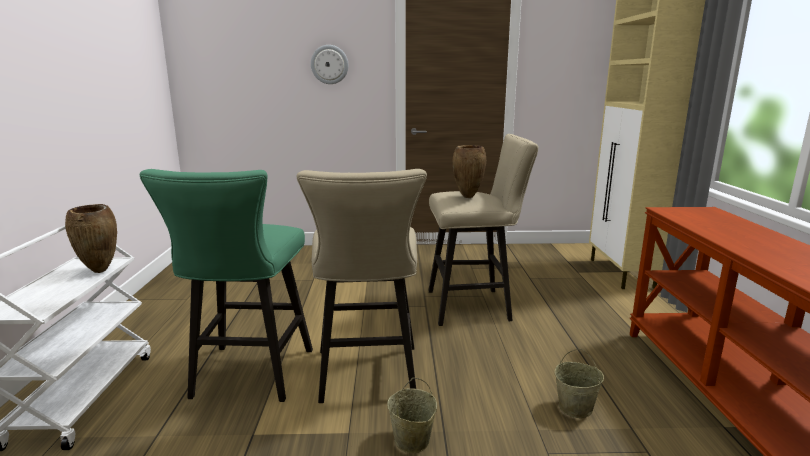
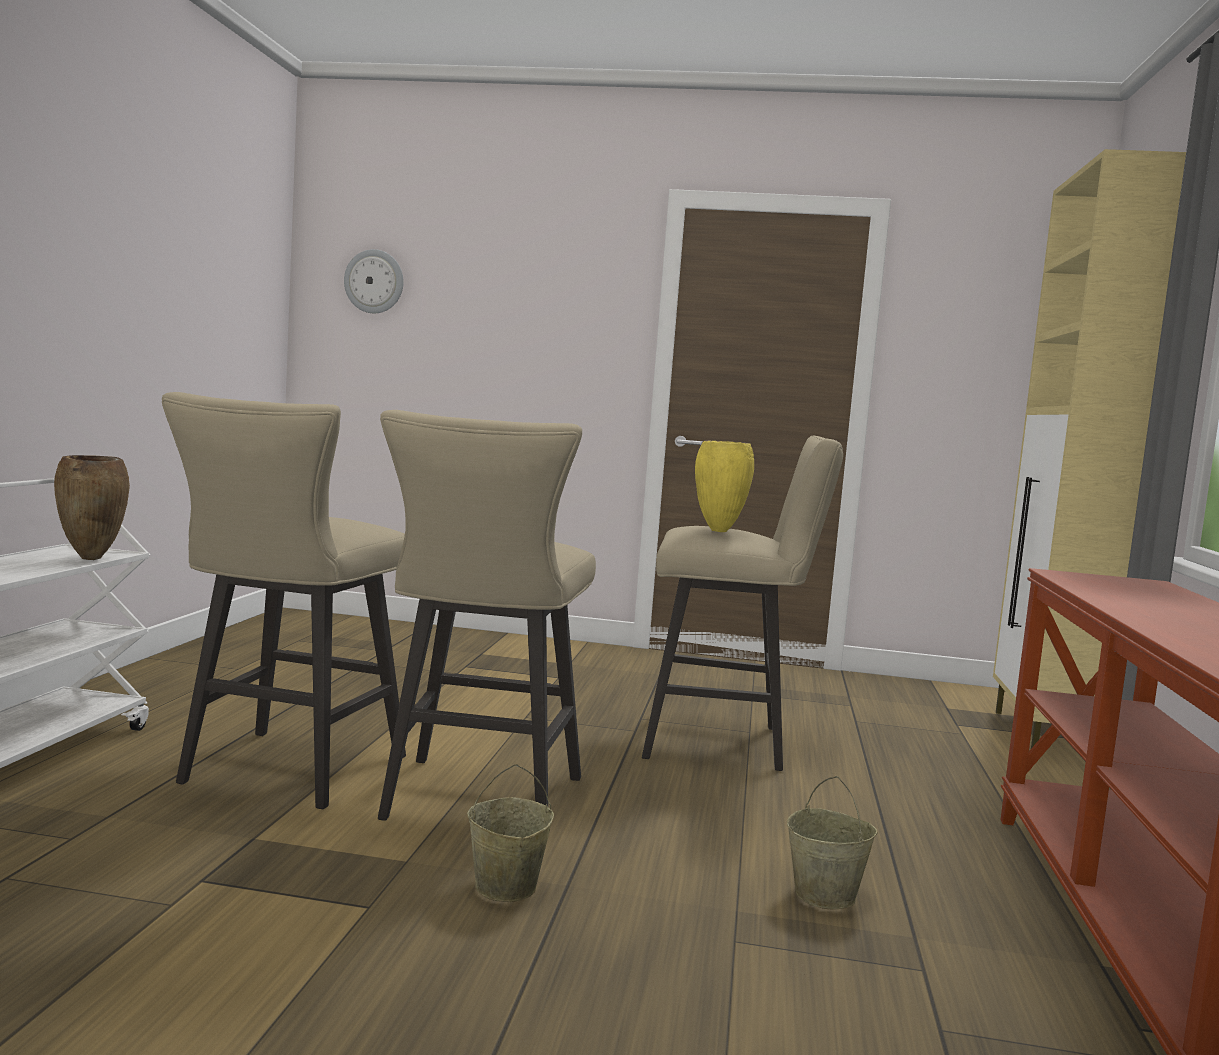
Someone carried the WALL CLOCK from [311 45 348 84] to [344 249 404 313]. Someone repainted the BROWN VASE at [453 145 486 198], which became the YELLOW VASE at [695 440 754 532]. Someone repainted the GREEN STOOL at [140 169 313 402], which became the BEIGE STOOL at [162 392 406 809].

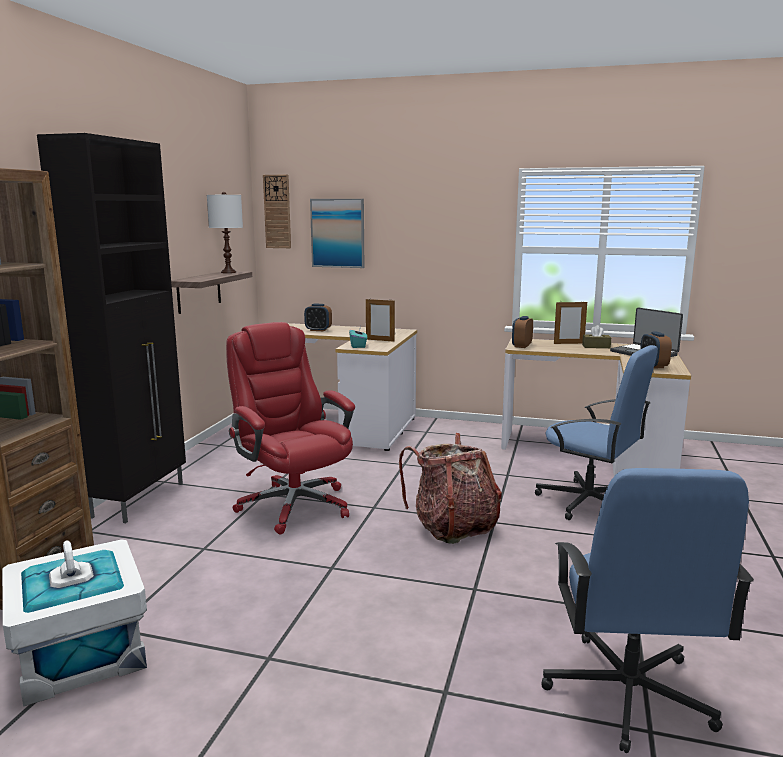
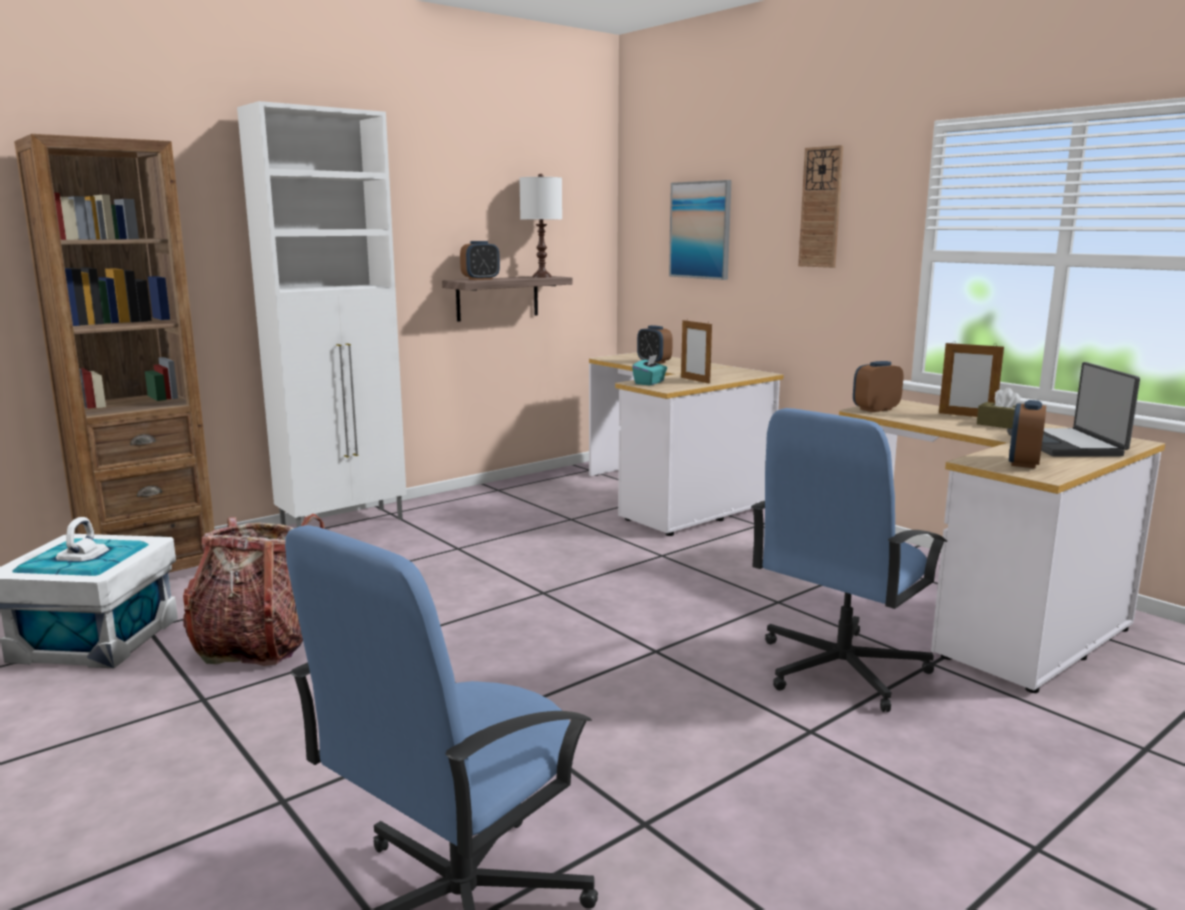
Someone repainted the BLACK CABINET at [37 133 186 523], which became the WHITE CABINET at [237 101 407 527]. Someone carried the WALL CLOCK from [263 174 291 248] to [798 145 843 268]. Someone took away the RED OFFICE CHAIR at [226 322 355 535]. Someone rotated the BLUE OFFICE CHAIR at [535 345 658 520] by 60 degrees clockwise. Someone carried the BACKPACK from [399 433 502 544] to [183 514 325 666]. Someone put down the ALARM CLOCK at [460 241 500 280].

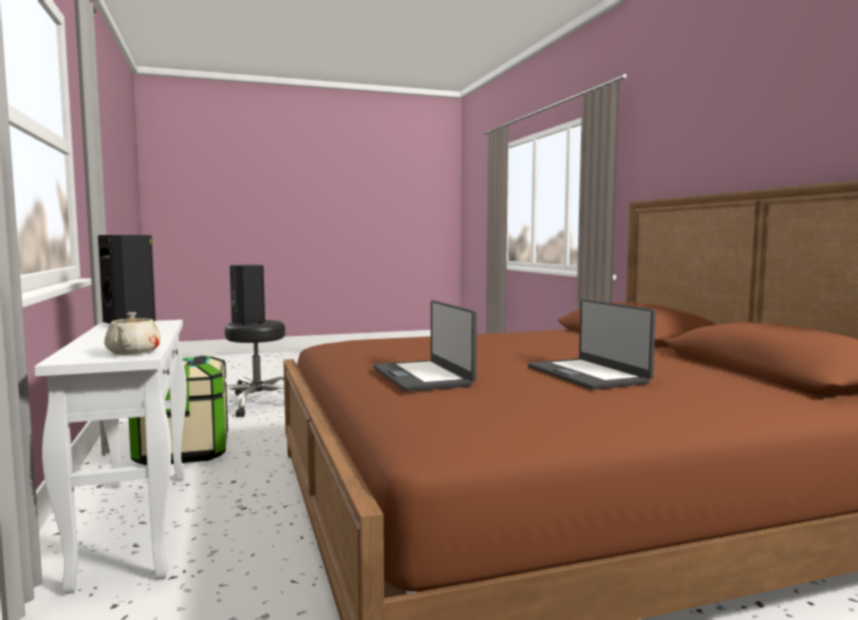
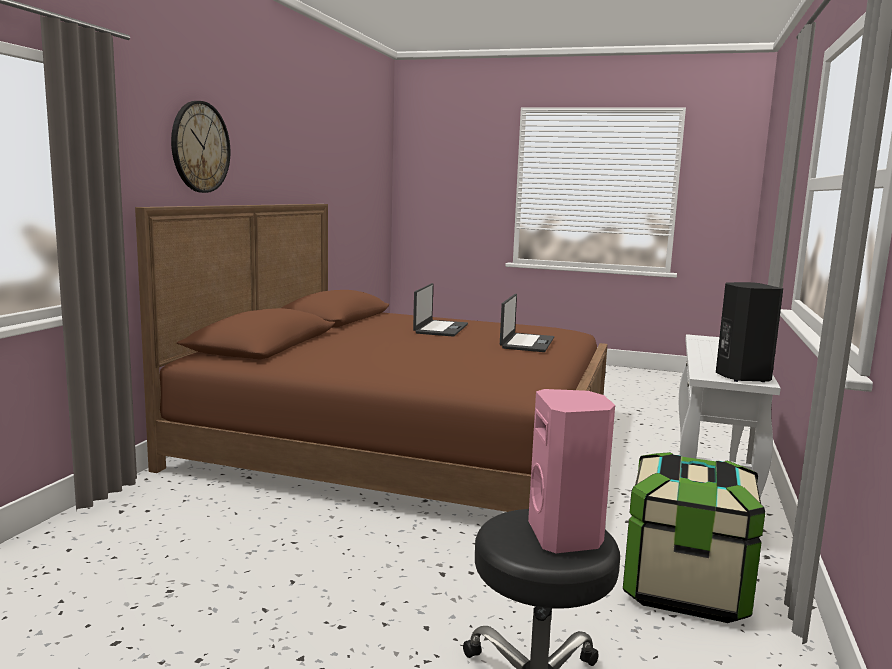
Someone repainted the BLACK SPEAKER at [230 265 265 325], which became the PINK SPEAKER at [528 389 615 553]. Someone took away the BEIGE TEAPOT at [104 312 161 355]. Someone put up the WALL CLOCK at [171 101 230 193].

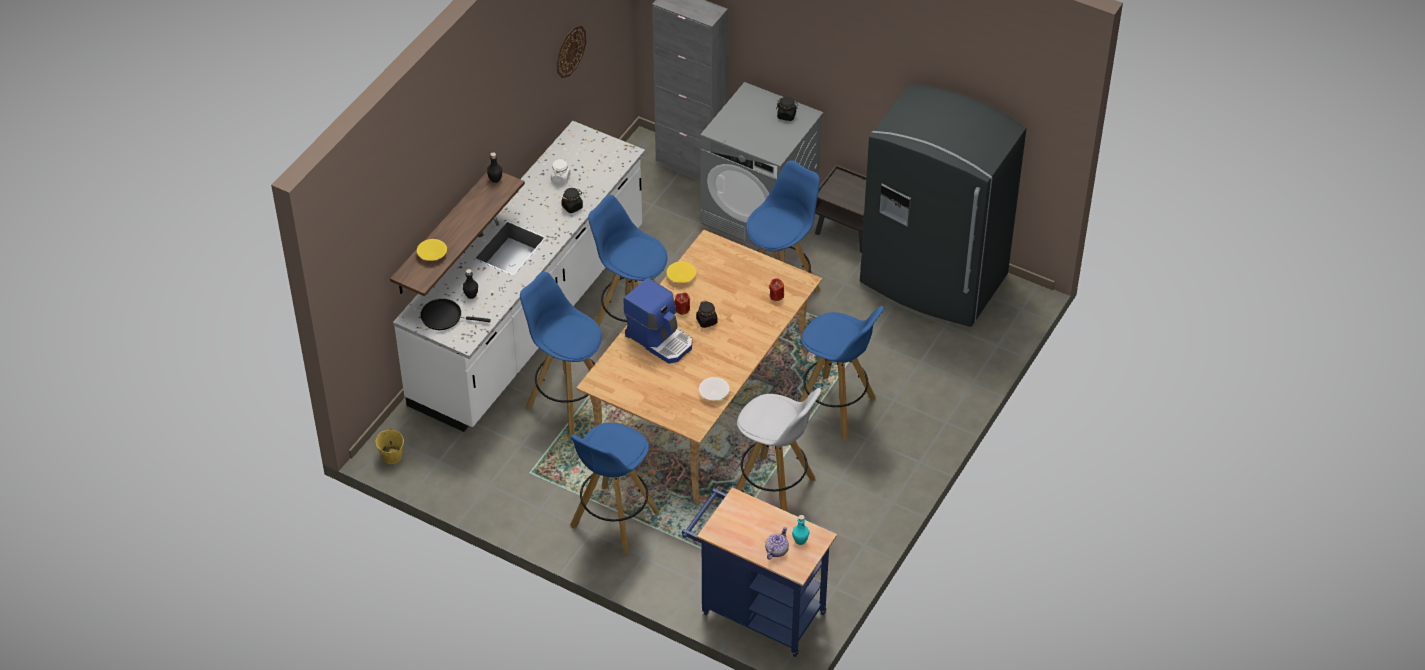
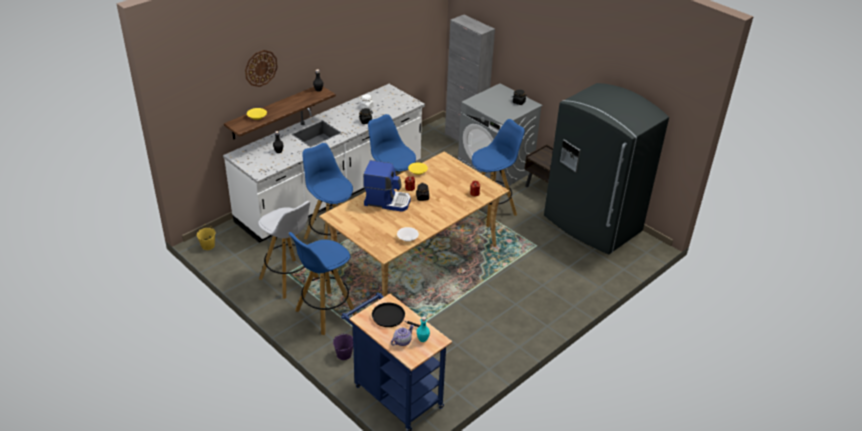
Someone carried the WALL CLOCK from [557 26 586 78] to [245 50 278 87]. Someone rotated the COFFEE MACHINE at [623 277 692 364] by 45 degrees counterclockwise. Someone carried the BLACK FRYING PAN from [420 299 491 330] to [372 303 421 328]. Someone took away the BLUE STOOL at [799 306 884 440]. Someone carried the WHITE STOOL from [735 388 821 512] to [258 201 319 299]. Someone put down the PURPLE BUCKET at [333 333 353 360].

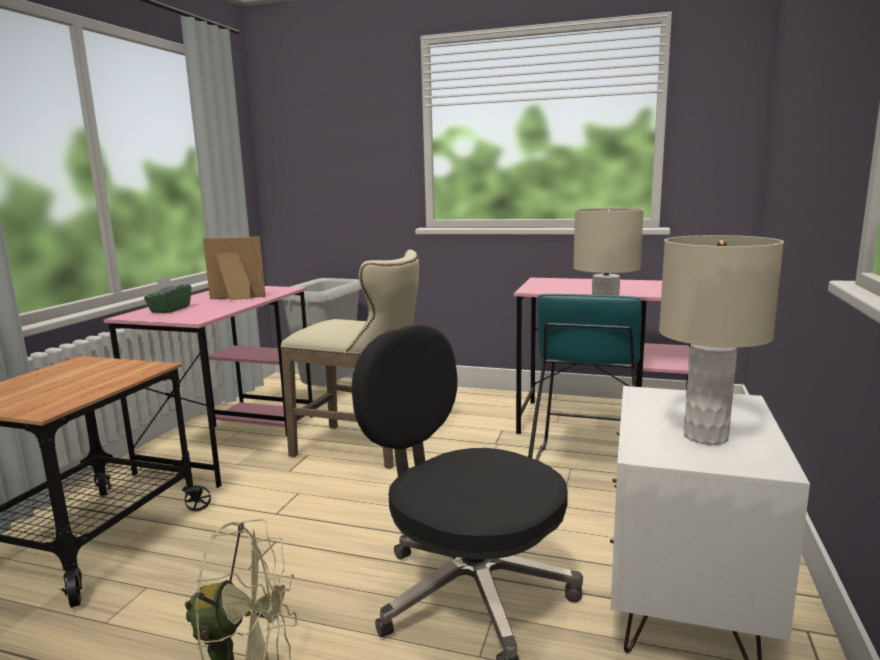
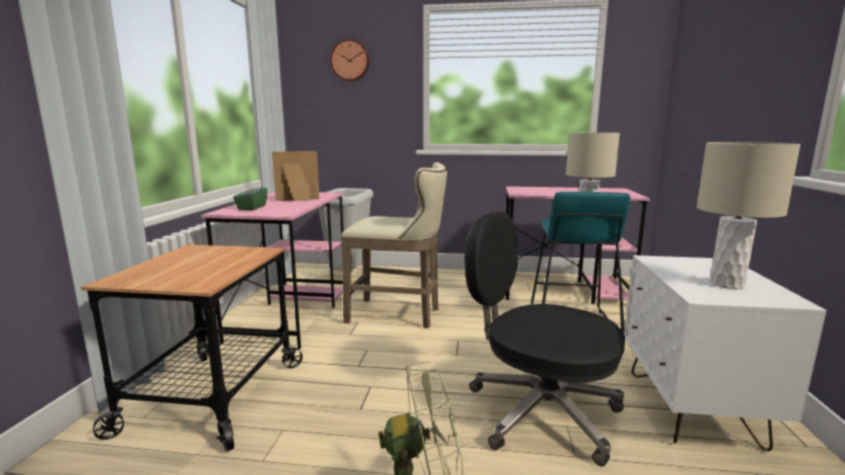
Someone put up the WALL CLOCK at [330 39 370 81].

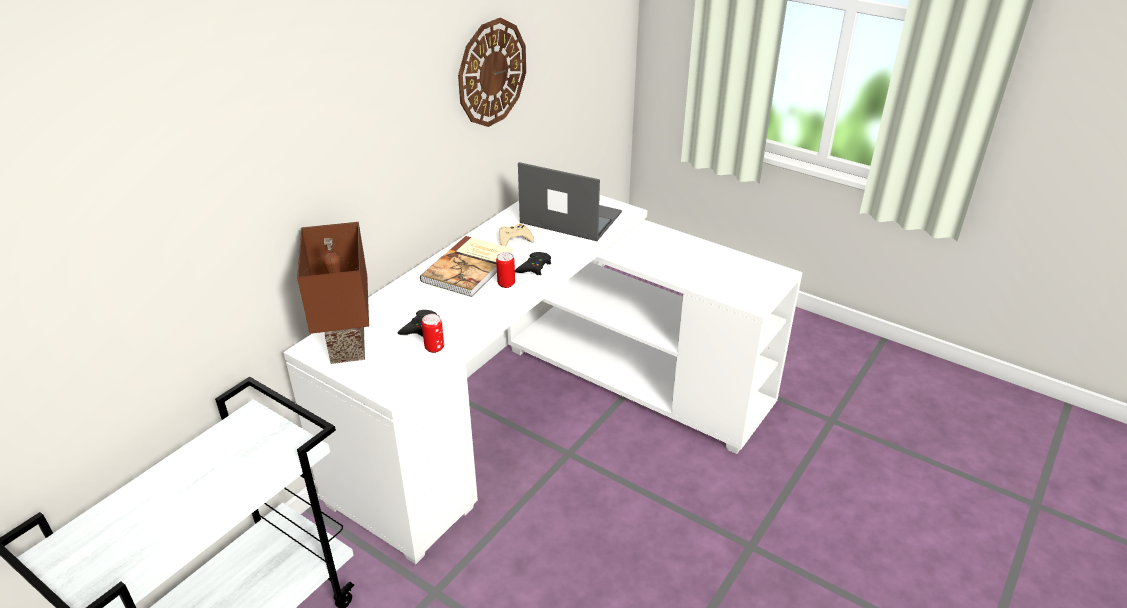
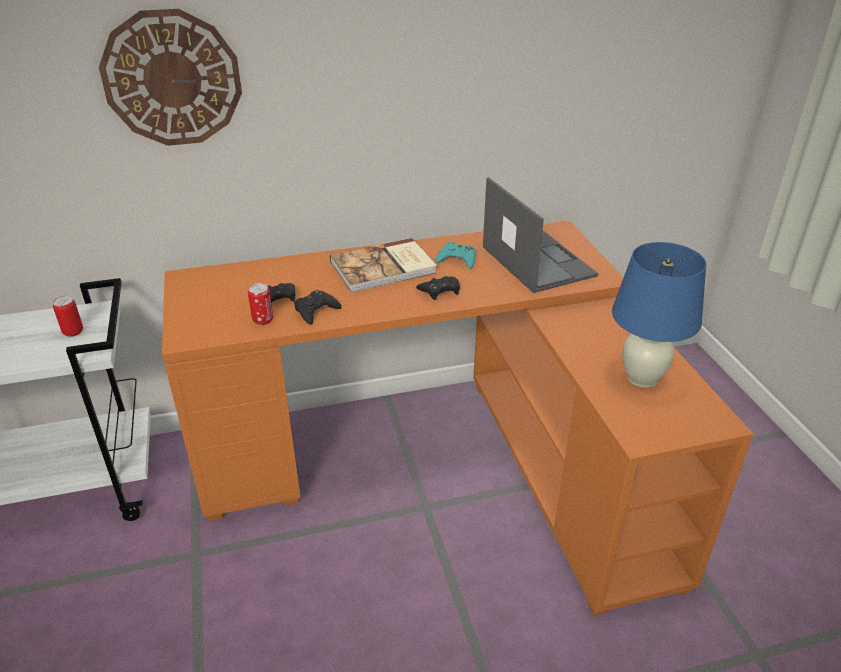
Someone carried the WALL CLOCK from [458 18 526 127] to [99 9 242 146]. Someone repainted the WHITE DESK at [283 195 803 564], which became the ORANGE DESK at [162 221 754 616]. Someone took away the BROWN TABLE LAMP at [297 222 369 364]. Someone repainted the BEIGE GAME CONTROLLER at [499 224 534 246], which became the TURQUOISE GAME CONTROLLER at [435 241 475 269]. Someone carried the CAN from [496 252 515 288] to [53 296 83 337]. Someone put down the BLUE TABLE LAMP at [612 242 707 388]. Someone put down the BLACK GAME CONTROLLER at [294 290 341 325].

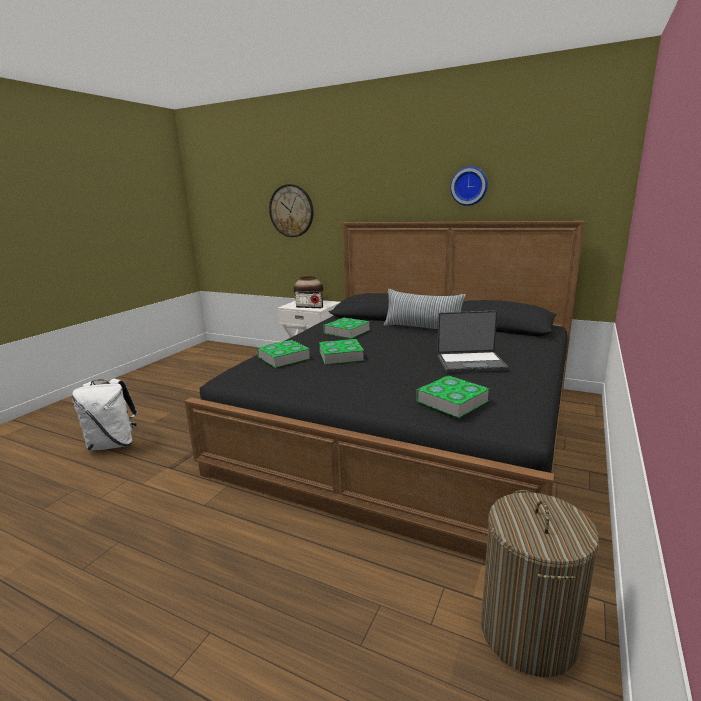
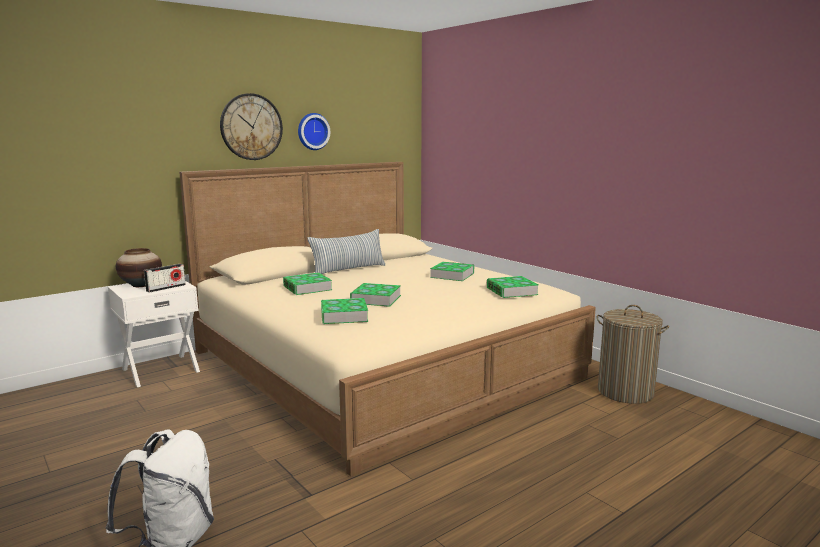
Someone carried the WALL CLOCK from [269 184 313 237] to [220 93 283 160]. Someone repainted the BLACK BED at [184 221 585 560], which became the BEIGE BED at [179 162 596 477]. Someone swapped the LAPTOP at [437 310 509 373] for the BOOK at [430 262 474 281].

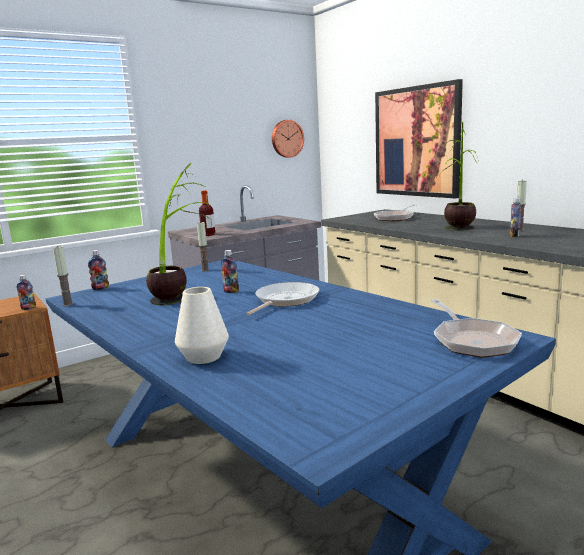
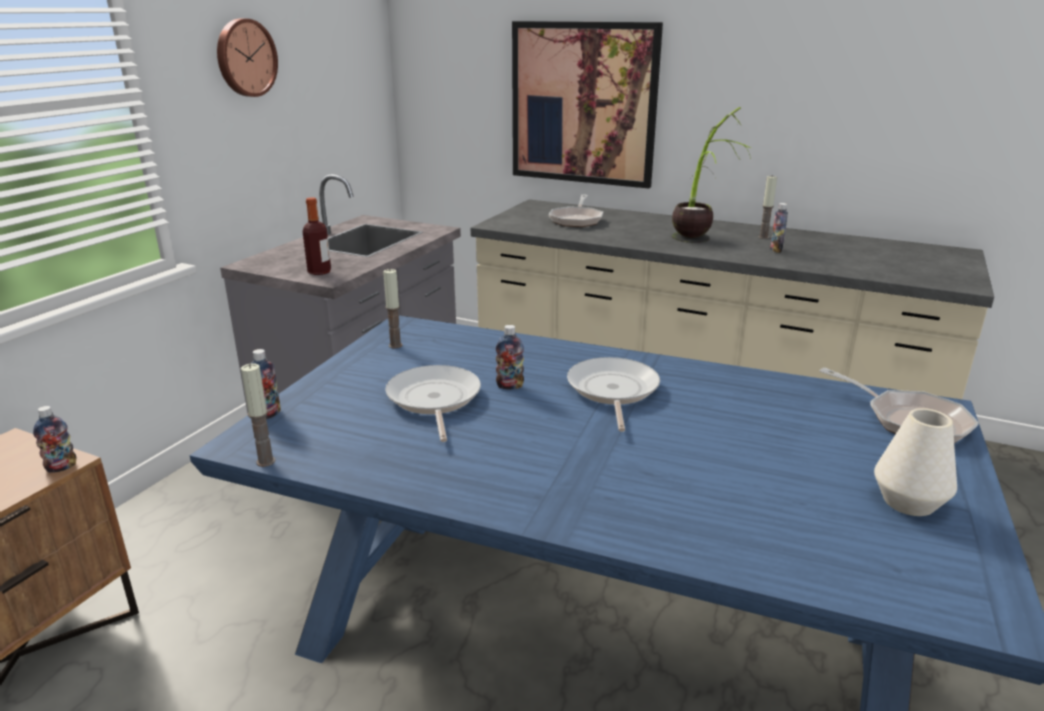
Someone carried the WALL CLOCK from [272 120 304 158] to [217 19 278 97]. Someone swapped the POTTED PLANT at [146 163 212 305] for the FRYING PAN at [386 365 481 442]. Someone carried the WHITE VASE from [175 287 229 364] to [874 408 957 516].

